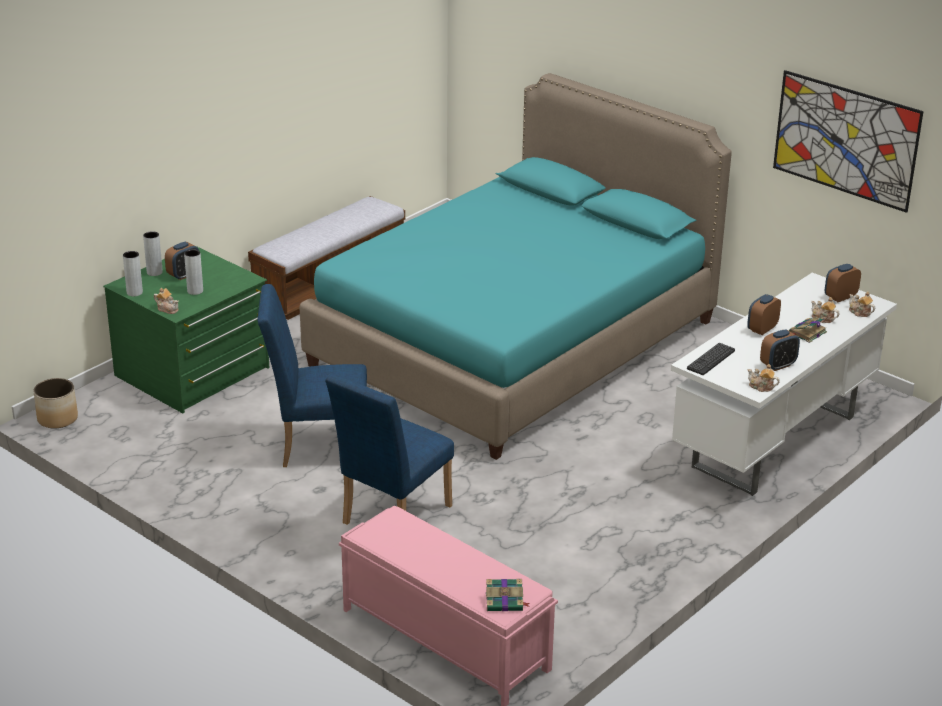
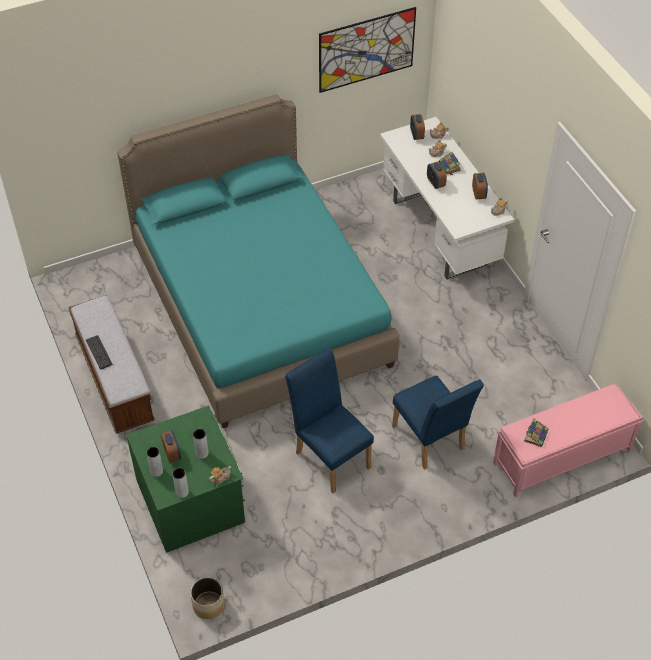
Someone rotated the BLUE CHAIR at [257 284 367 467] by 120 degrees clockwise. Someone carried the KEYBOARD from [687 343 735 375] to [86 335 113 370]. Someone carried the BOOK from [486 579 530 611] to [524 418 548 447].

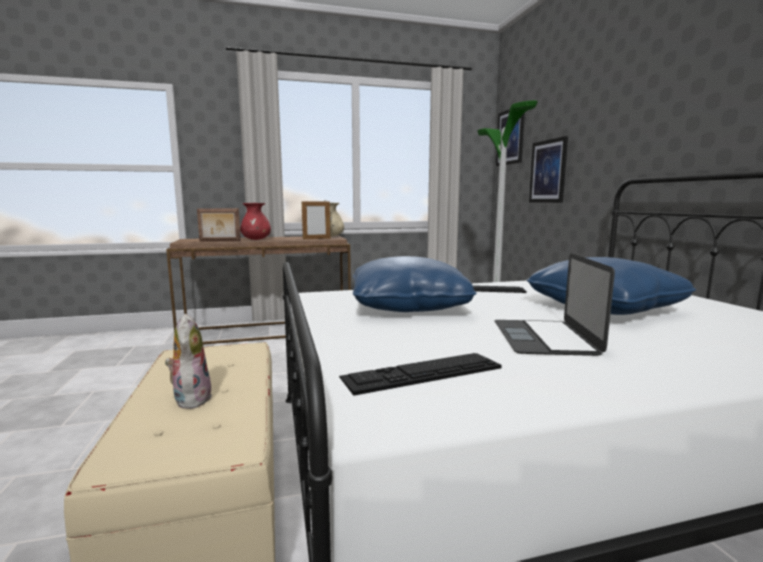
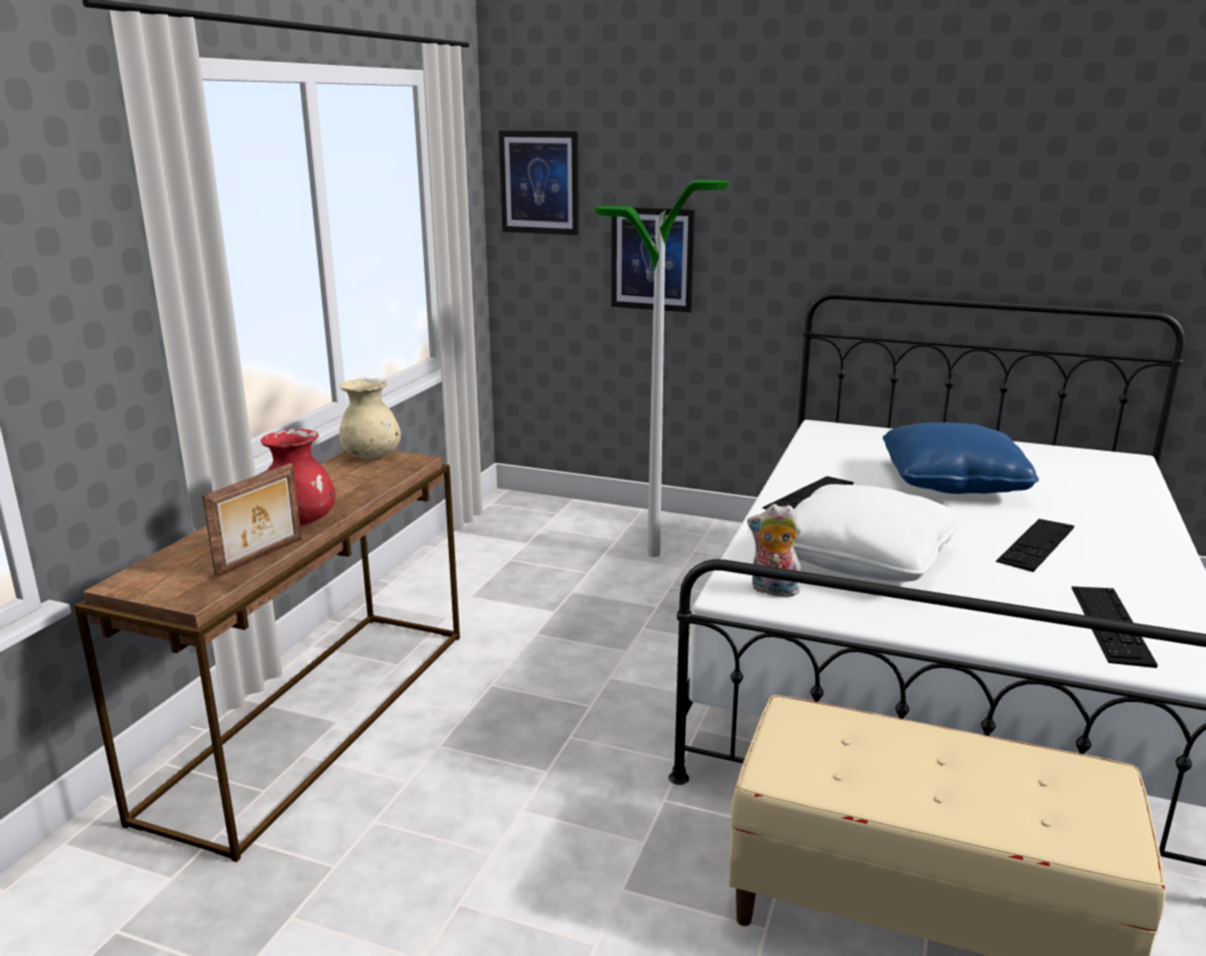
Someone took away the PICTURE FRAME at [302 201 330 239]. Someone swapped the LAPTOP at [495 253 615 356] for the KEYBOARD at [996 519 1074 572]. Someone repainted the BLUE PILLOW at [353 256 476 312], which became the WHITE PILLOW at [794 484 960 582]. Someone carried the PLUSH TOY from [165 314 212 409] to [747 504 802 599].

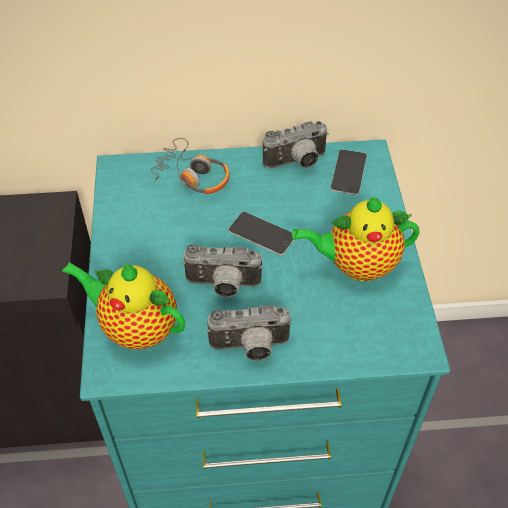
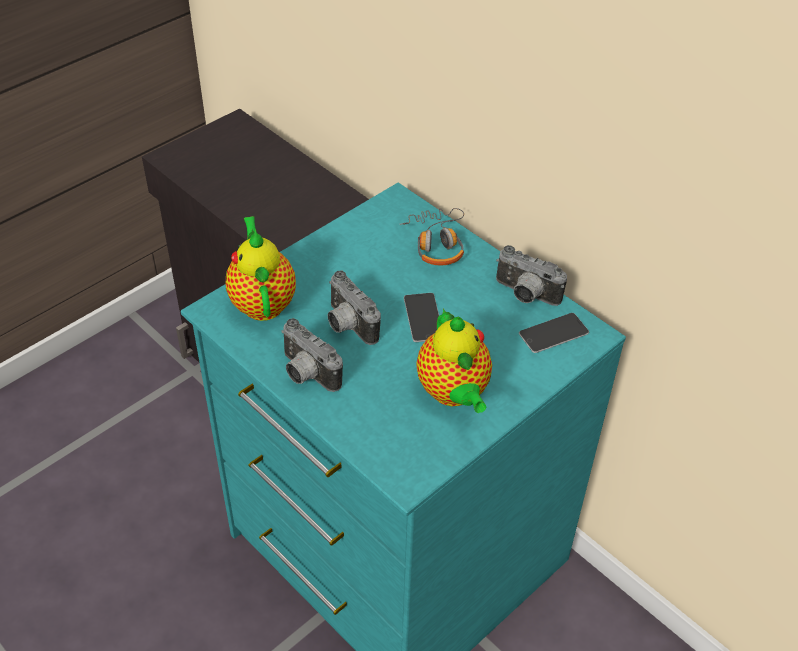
Someone rotated the TEAPOT at [292 196 420 281] by 150 degrees counterclockwise.

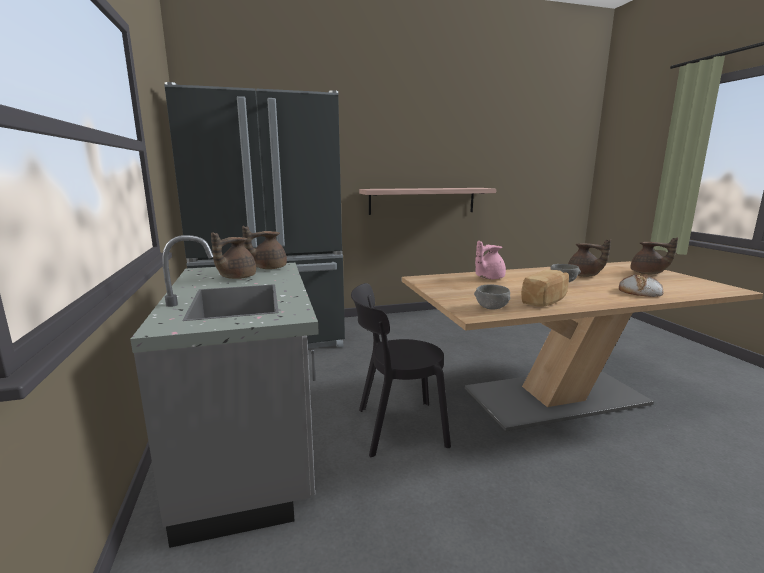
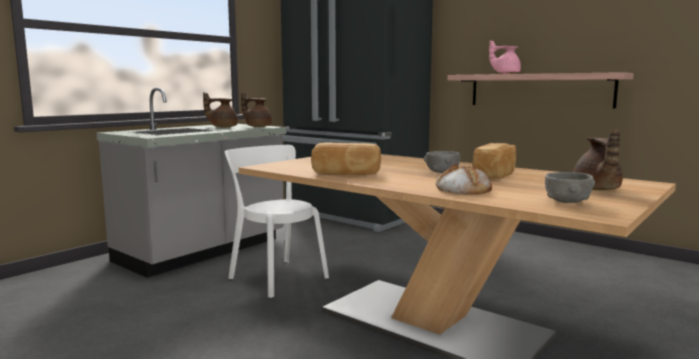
Someone swapped the BROWN TEAPOT at [568 239 611 277] for the BREAD at [472 143 516 179]. Someone carried the PINK TEAPOT from [475 241 506 279] to [489 40 521 74]. Someone repainted the BLACK CHAIR at [351 283 451 457], which became the WHITE CHAIR at [225 145 329 298]. Someone carried the GREY BOWL from [474 284 510 309] to [545 172 595 203].

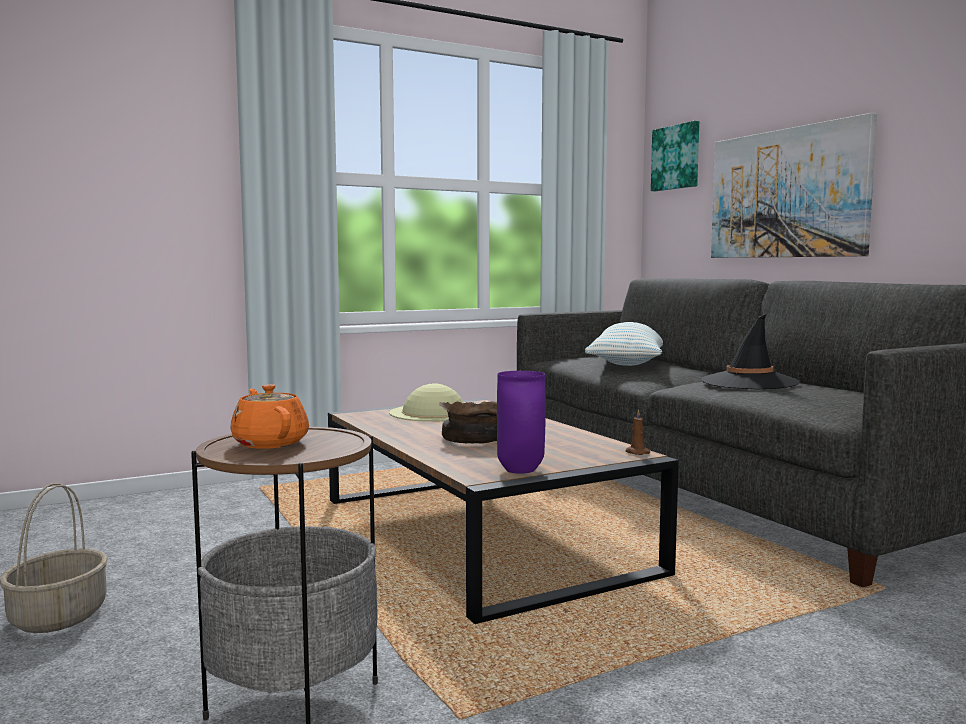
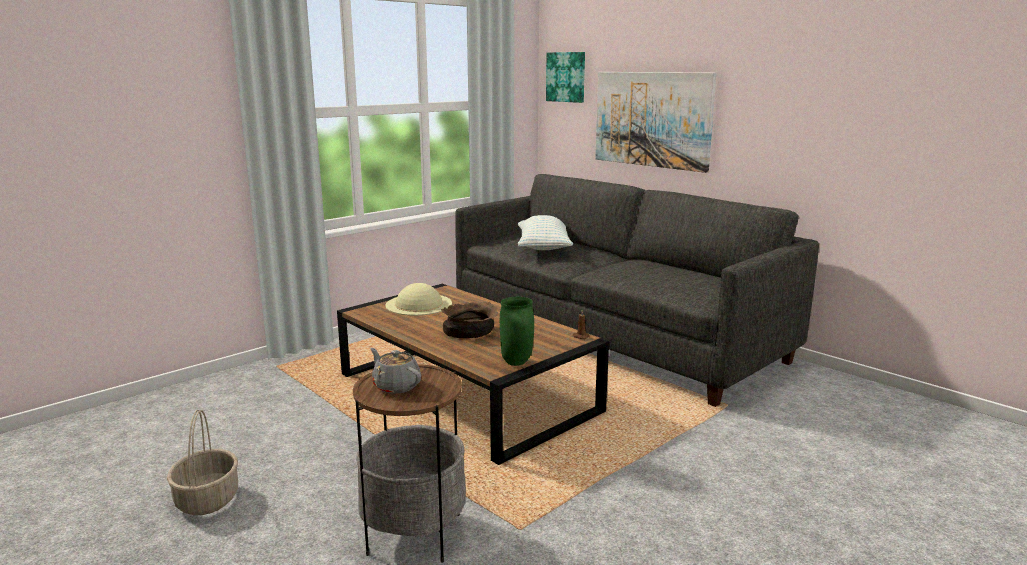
Someone took away the BLACK HAT at [701 313 800 390]. Someone repainted the PURPLE VASE at [497 371 546 474], which became the GREEN VASE at [500 297 534 366]. Someone repainted the ORANGE TEAPOT at [230 385 309 449], which became the GREY TEAPOT at [370 348 421 394].

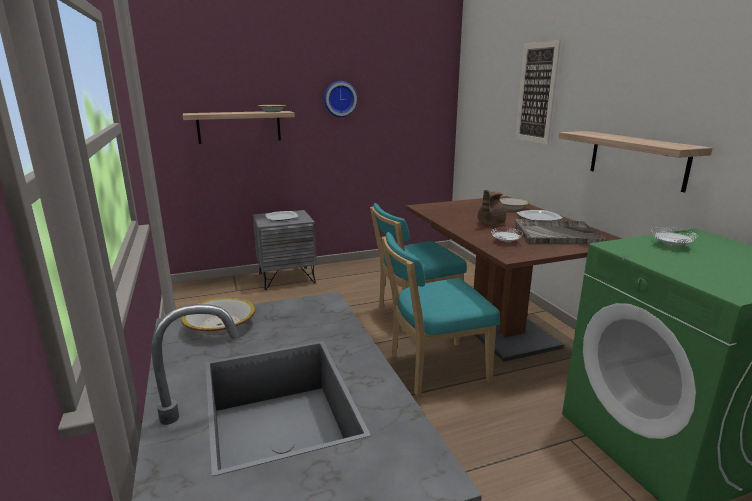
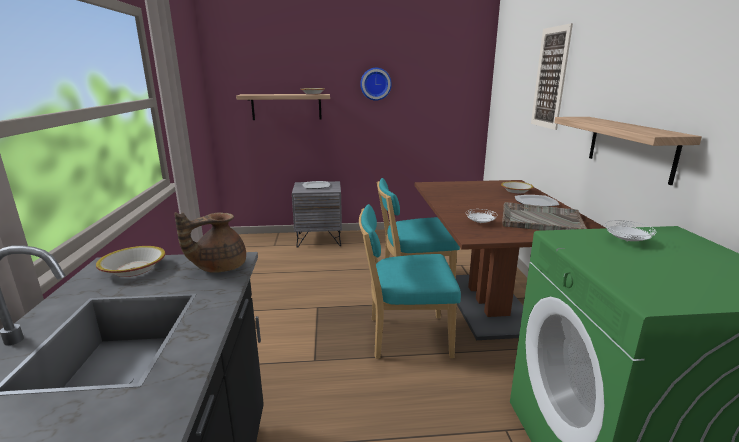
Someone carried the BROWN TEAPOT from [477 190 506 225] to [174 212 246 273].

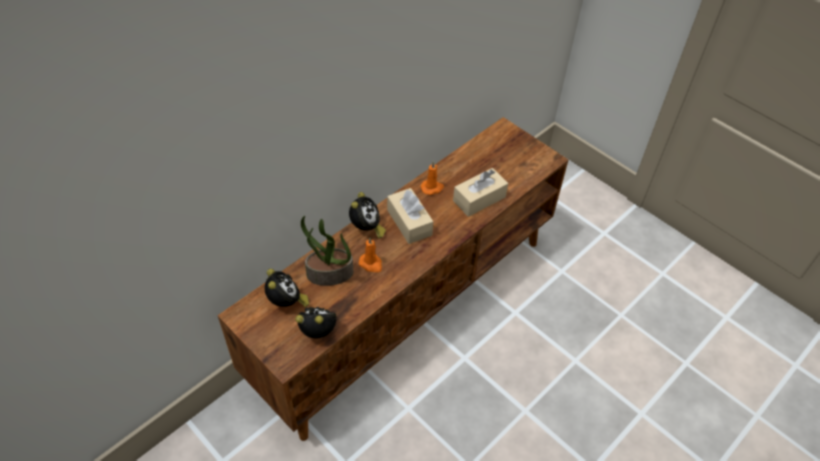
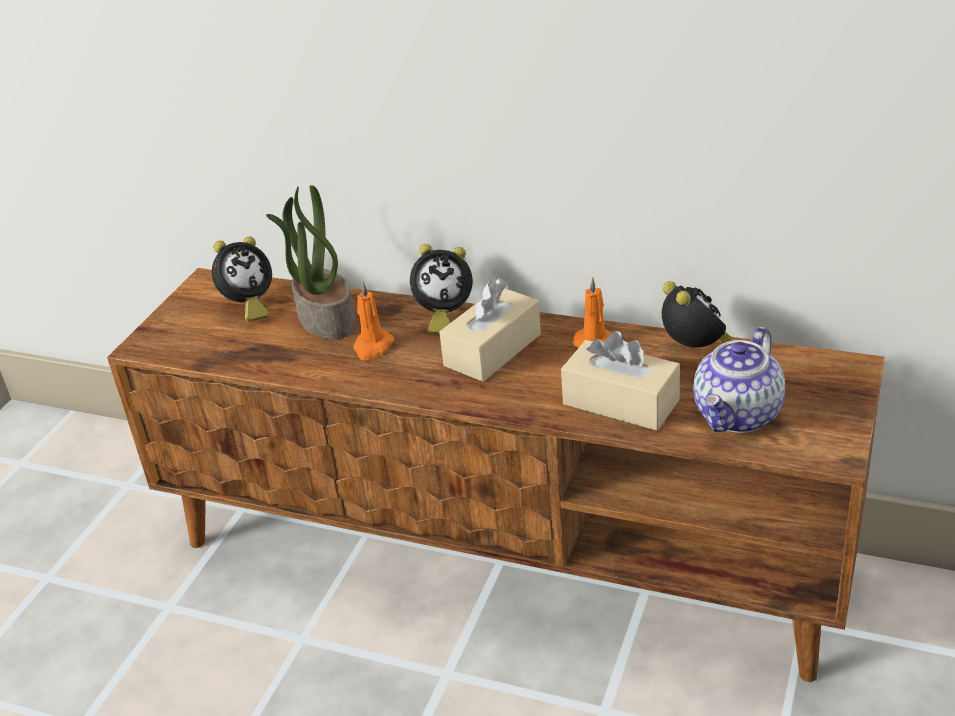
Someone carried the ALARM CLOCK from [295 307 337 338] to [662 281 735 348]. Someone put down the TEAPOT at [693 327 785 433].

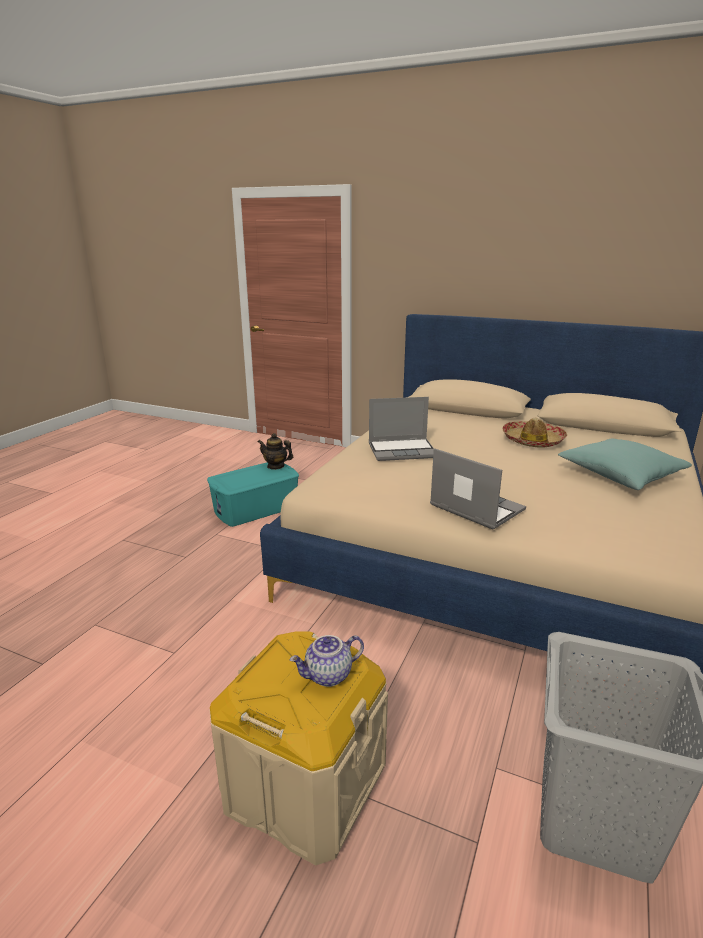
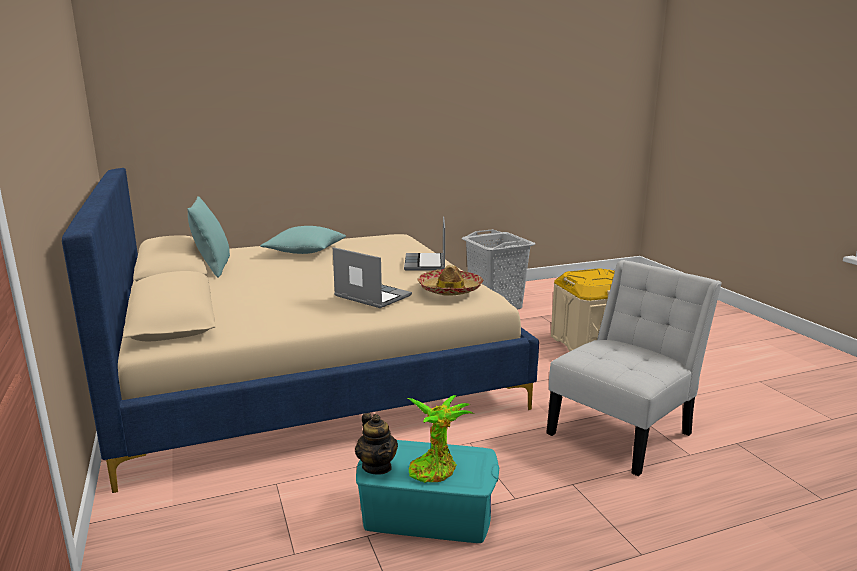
Someone carried the HAT from [503 418 567 448] to [418 265 483 296]. Someone took away the TEAPOT at [290 635 364 687]. Someone put down the TURQUOISE PILLOW at [187 196 230 278]. Someone put down the WHITE CHAIR at [546 260 722 476]. Someone put down the POTTED PLANT at [408 395 474 483].

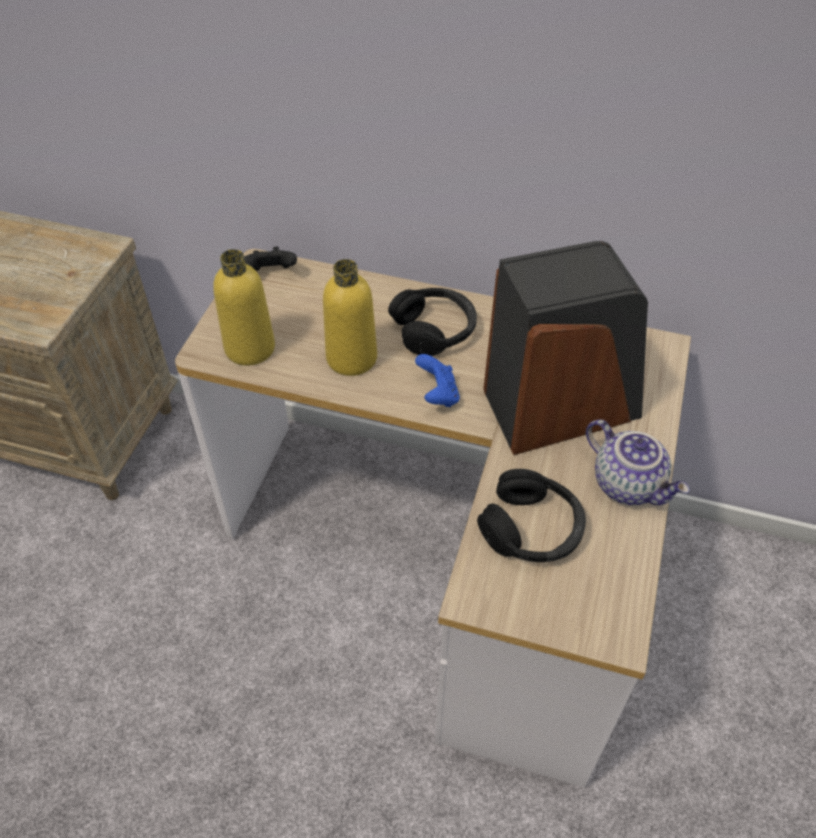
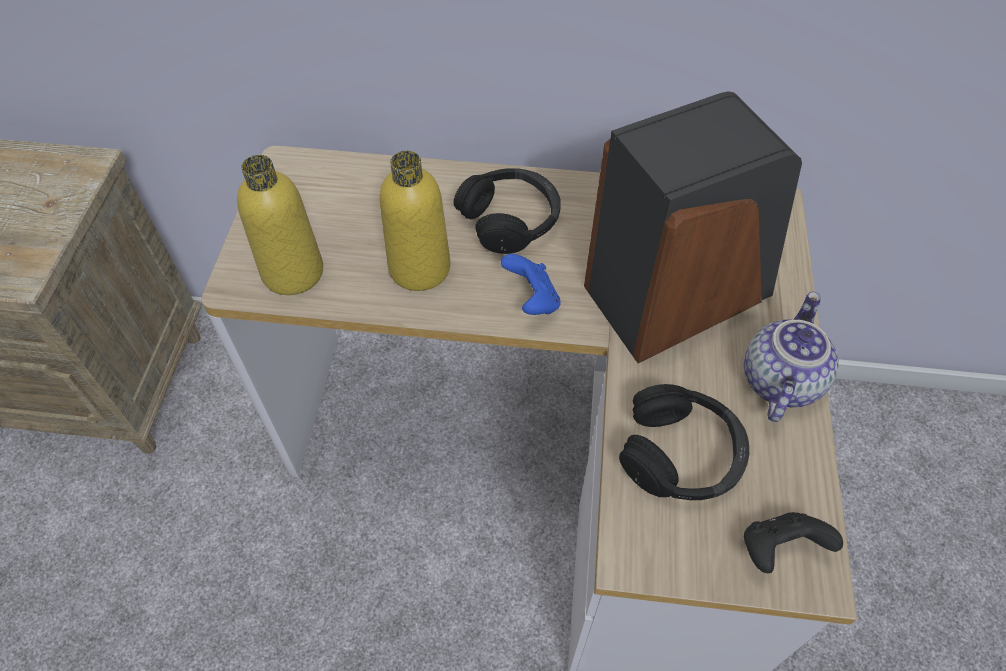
Someone carried the BLACK GAME CONTROLLER from [244 247 297 271] to [744 512 843 573]. Someone rotated the TEAPOT at [586 419 689 505] by 105 degrees counterclockwise.

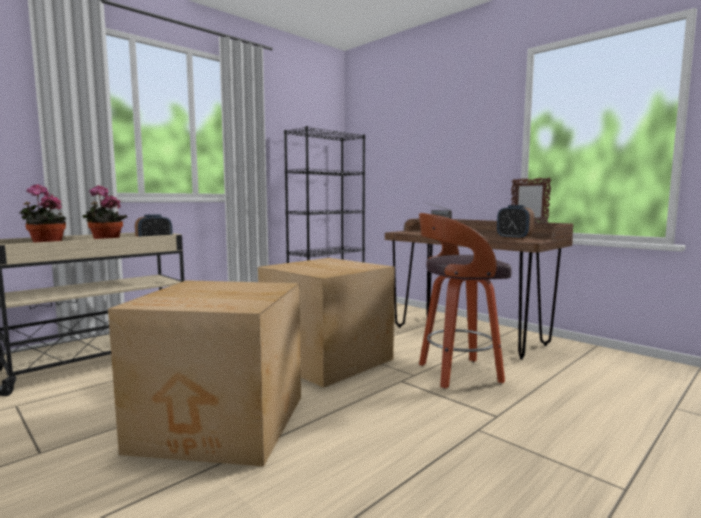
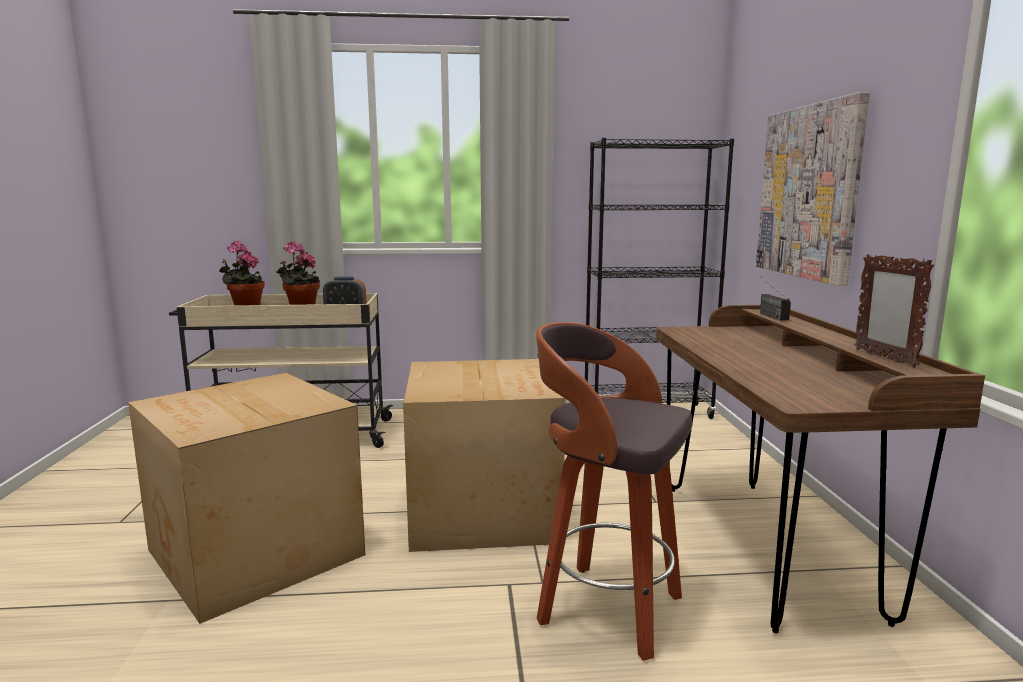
Someone took away the ALARM CLOCK at [497 205 534 240]. Someone put up the PICTURE at [756 92 870 286].

